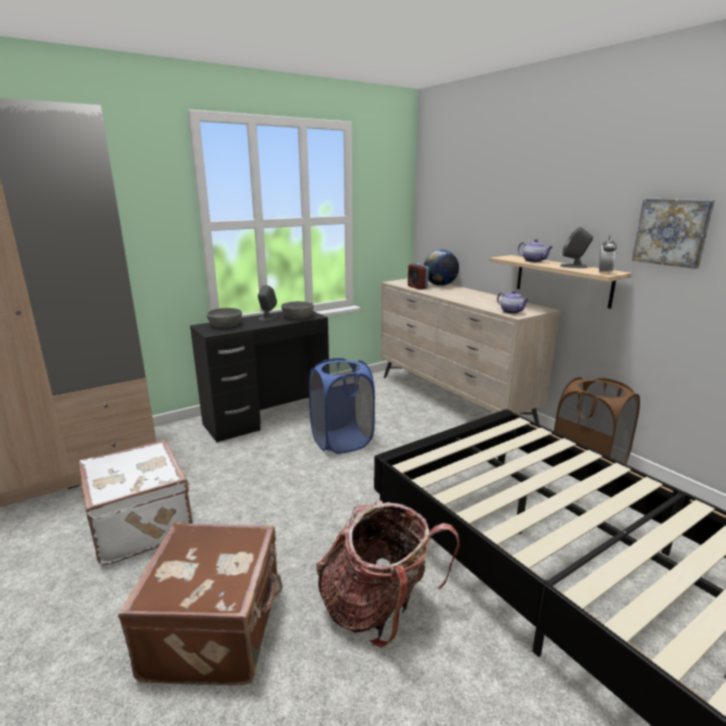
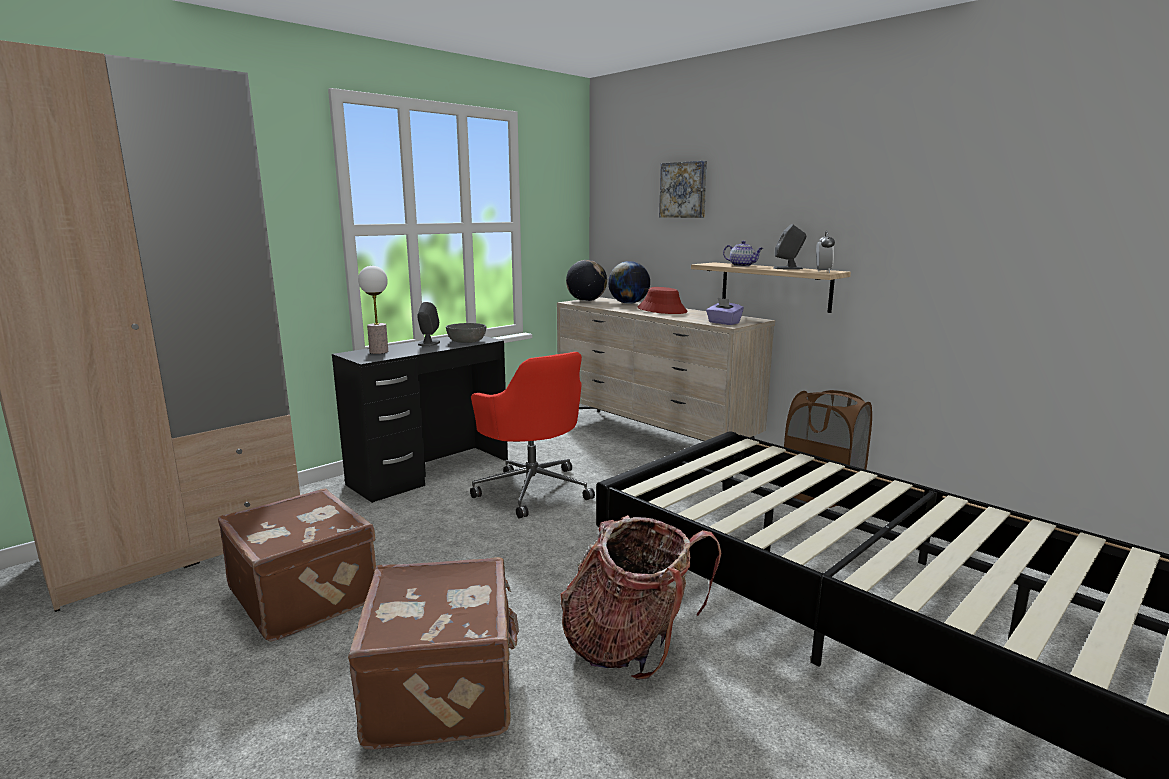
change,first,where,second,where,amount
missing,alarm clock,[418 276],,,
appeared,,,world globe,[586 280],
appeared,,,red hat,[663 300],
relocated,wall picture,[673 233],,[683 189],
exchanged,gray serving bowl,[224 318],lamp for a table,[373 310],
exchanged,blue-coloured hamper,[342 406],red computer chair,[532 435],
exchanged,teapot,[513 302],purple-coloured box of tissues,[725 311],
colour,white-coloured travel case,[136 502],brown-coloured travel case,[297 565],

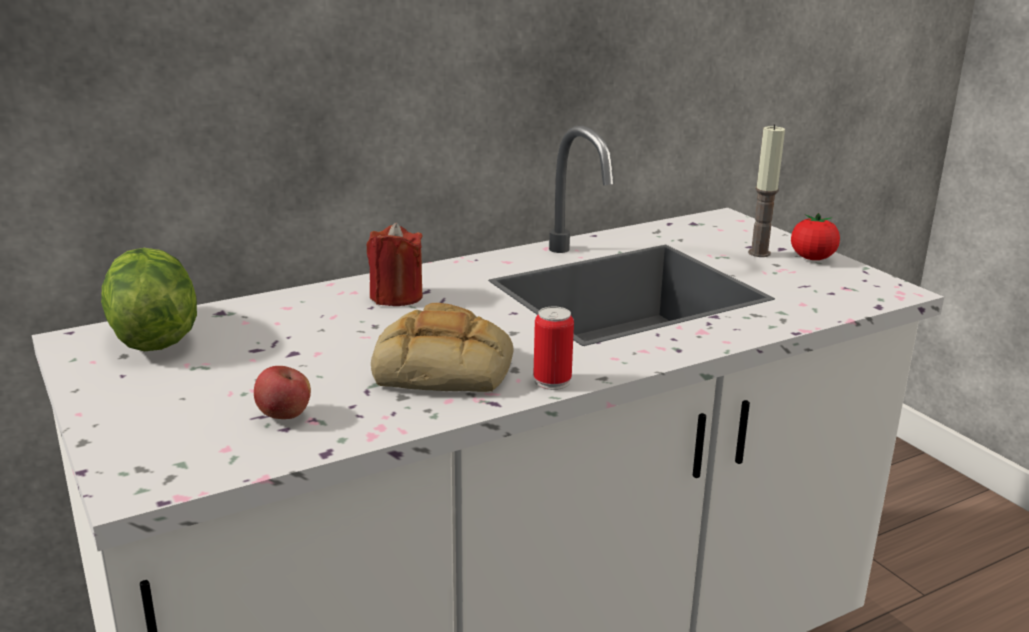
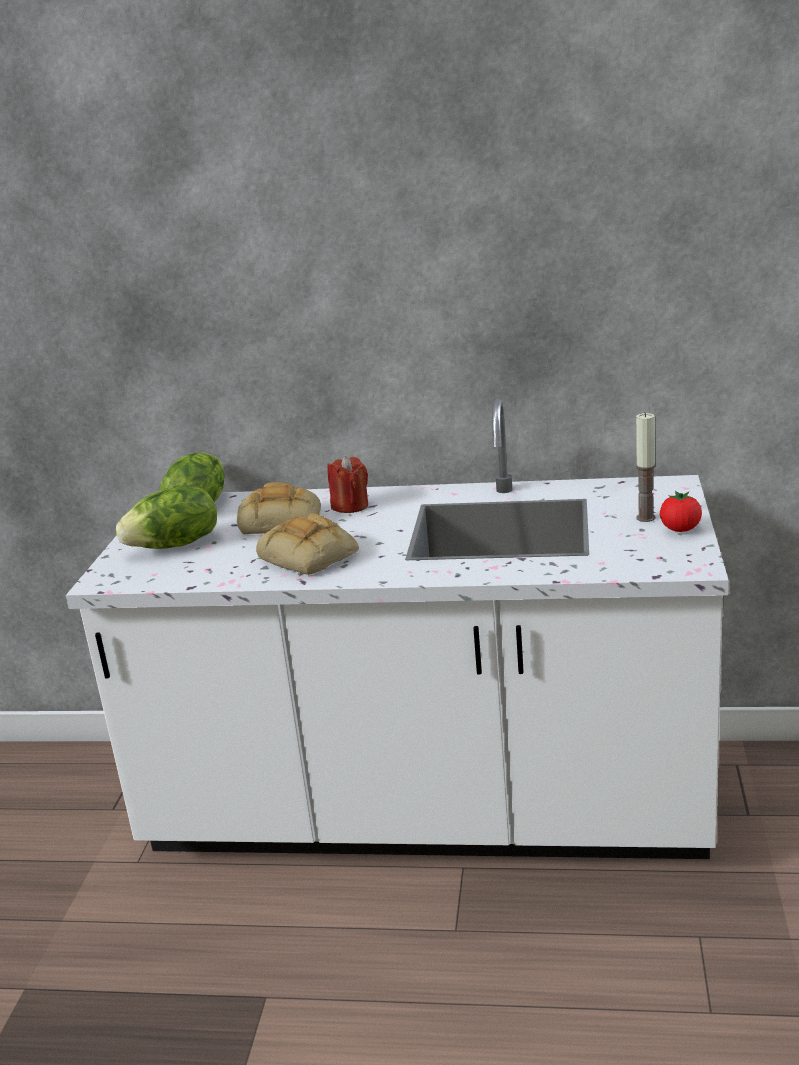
change,first,where,second,where,amount
missing,apple fruit,[282 392],,,
missing,metal can,[553 348],,,
appeared,,,lettuce,[166 517],
appeared,,,baked bread,[279 508],

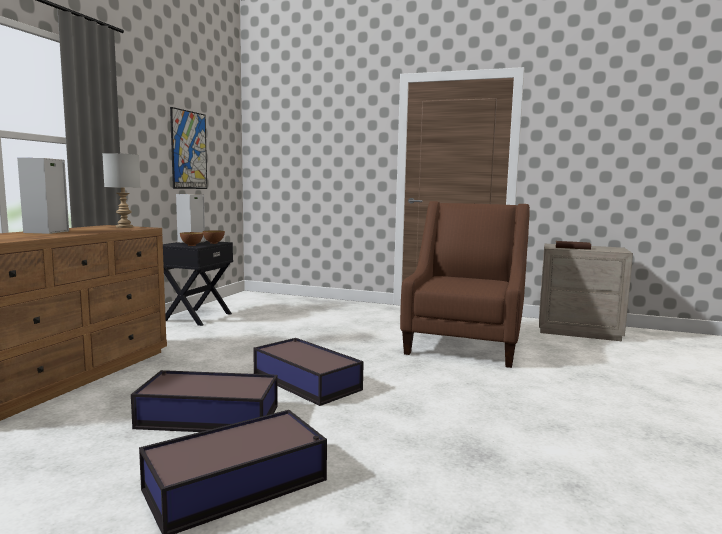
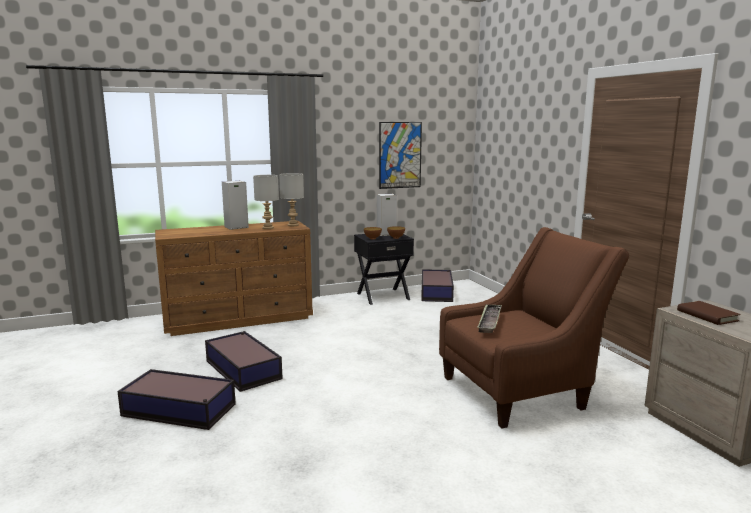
change,first,where,second,where,amount
appeared,,,gray lamp for a table,[266 202],
appeared,,,serving tray,[489 319],
relocated,storage box,[308 372],,[437 285],

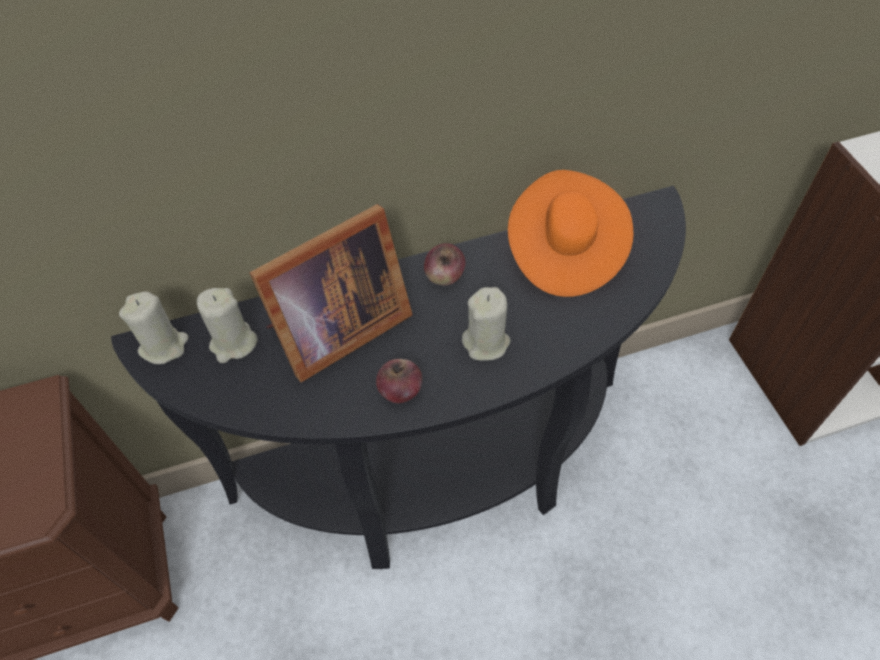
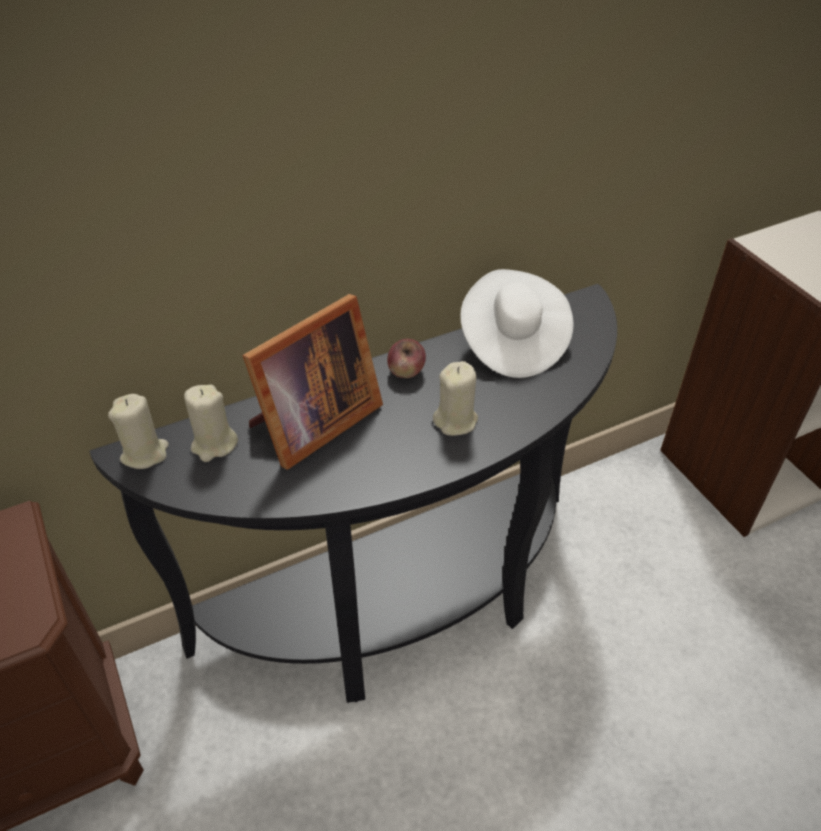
change,first,where,second,where,amount
missing,apple fruit,[399 381],,,
colour,orange-coloured hat,[570 233],white-coloured hat,[517 323],

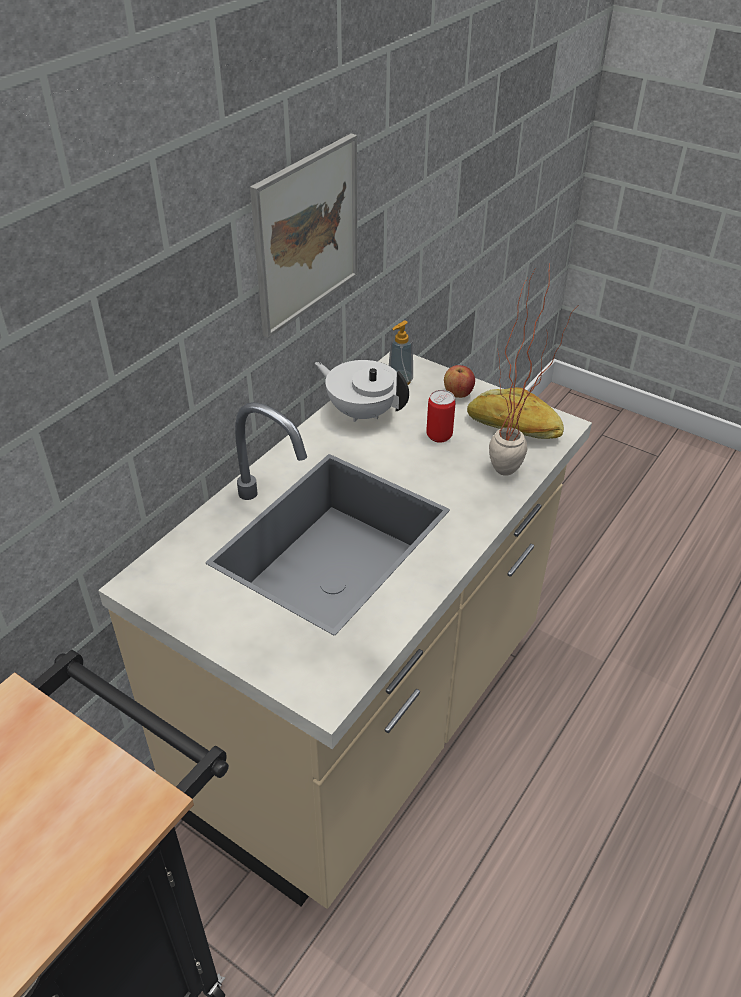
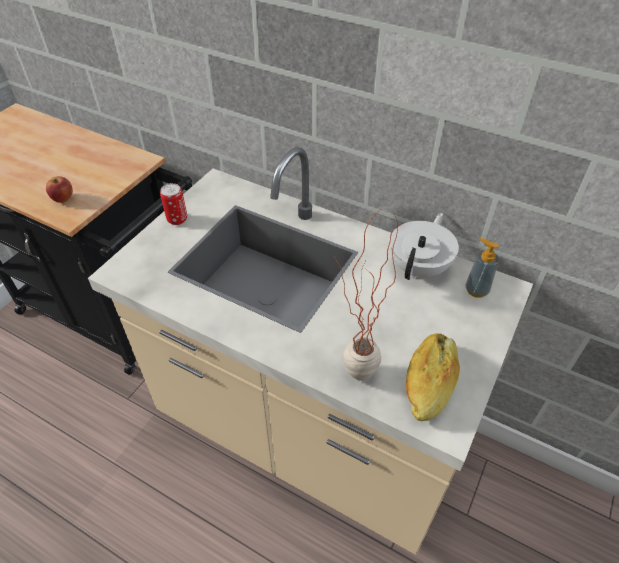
change,first,where,second,where,amount
missing,wall picture,[303 235],,,
relocated,metal can,[441 416],,[173 204],
relocated,apple fruit,[459 381],,[59 189],

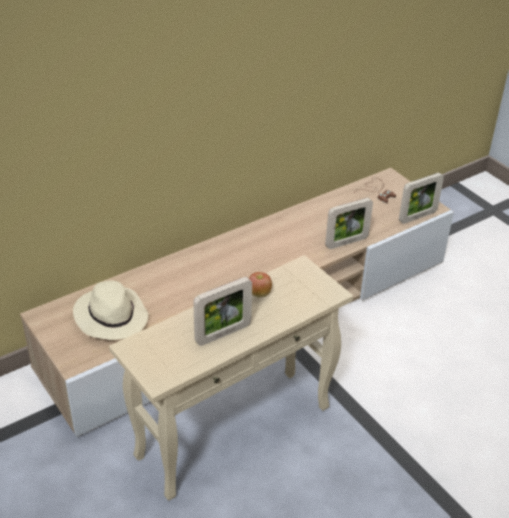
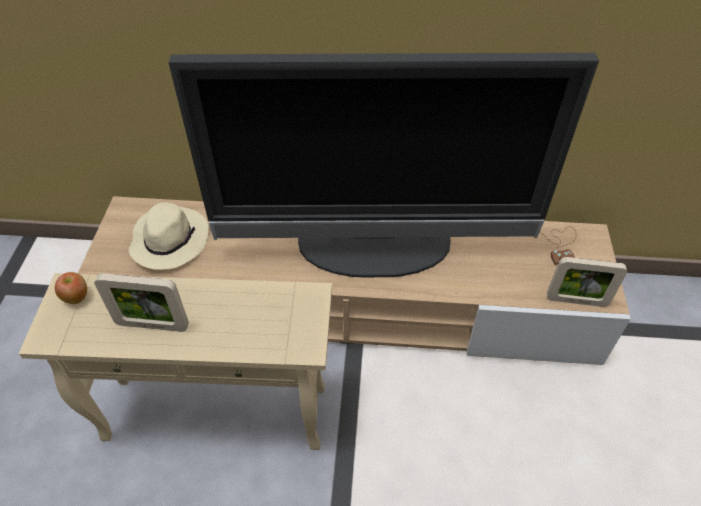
change,first,where,second,where,amount
missing,standing frame,[349 223],,,
appeared,,,television,[383 165],
relocated,apple fruit,[260 284],,[71 288],

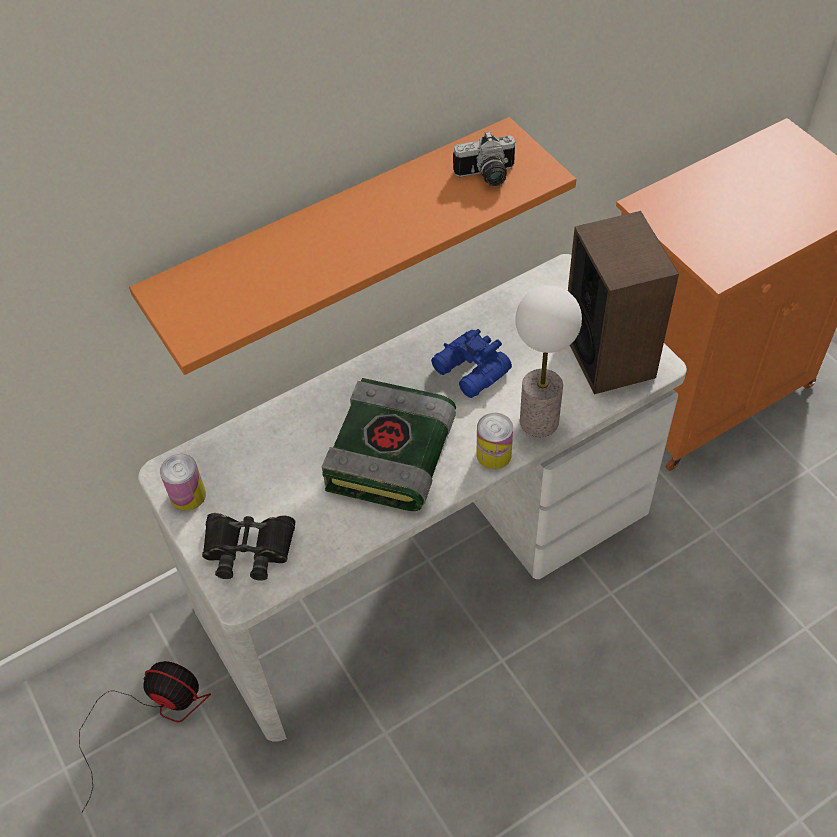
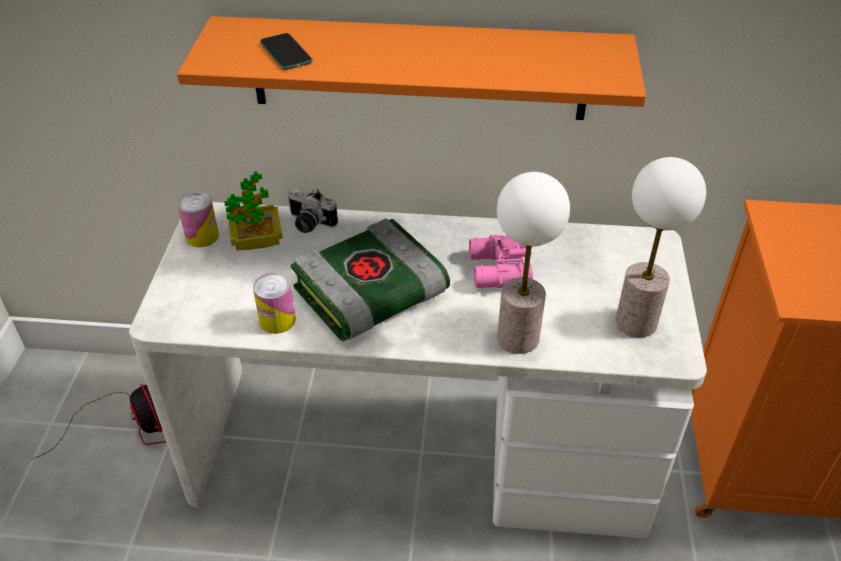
change,first,where,second,where,amount
missing,black pair of binoculars,[248 547],,,
appeared,,,houseplant,[253 211],
appeared,,,phone,[286 51],
relocated,still camera,[484 158],,[313 210],
relocated,metal can,[494 441],,[274 303],
exchanged,audio speaker,[623 302],lamp for a table,[661 247],
colour,blue-coloured pair of binoculars,[471 363],pink-coloured pair of binoculars,[501 262],

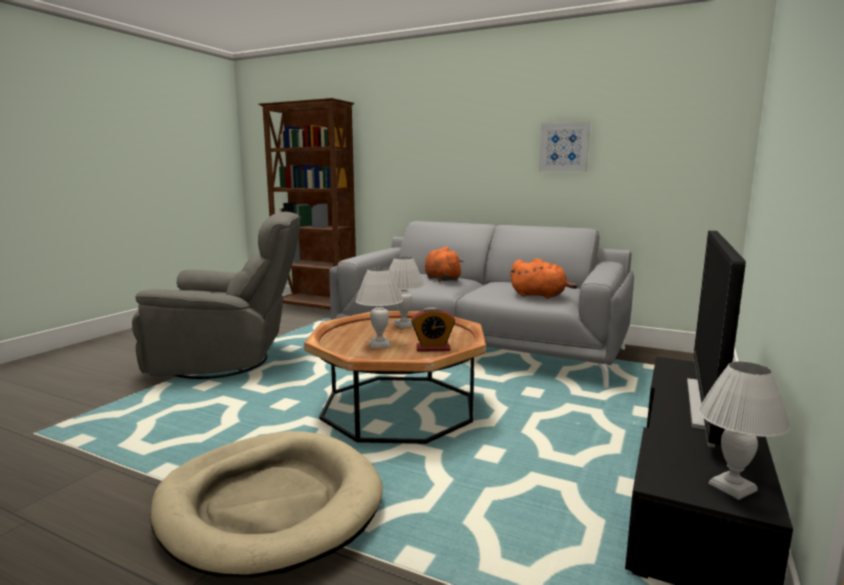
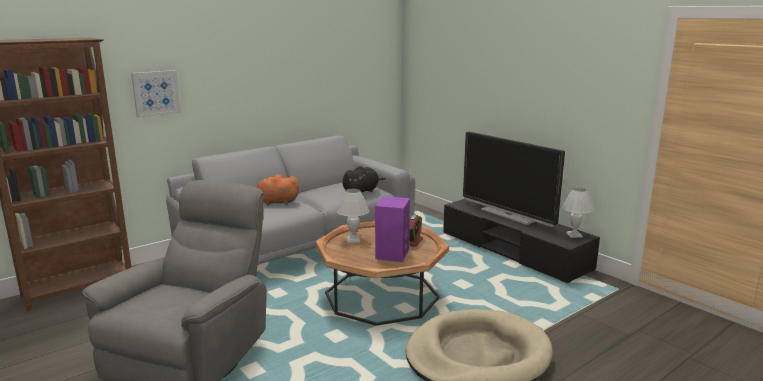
change,first,where,second,where,amount
relocated,wall picture,[564 147],,[156 94],
exchanged,white-coloured lamp for a table,[379 307],purple-coloured audio speaker,[392 229],
colour,orange-coloured cuddly toy,[543 278],black cuddly toy,[364 179],

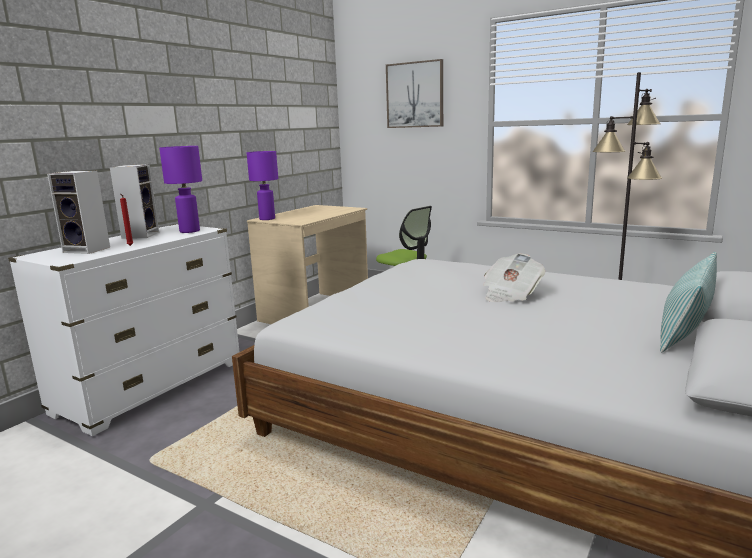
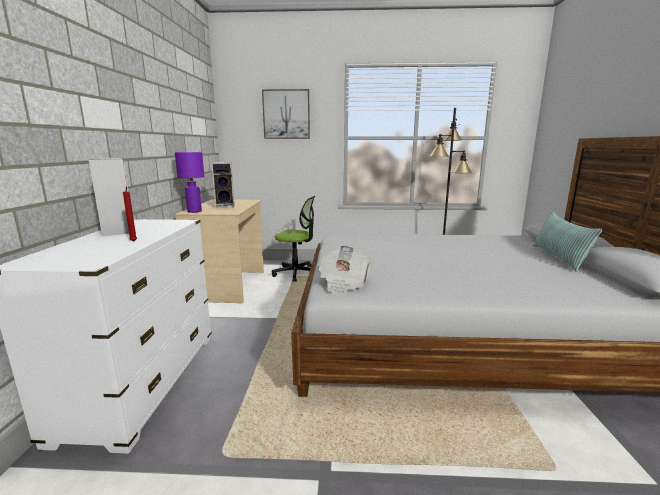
change,first,where,second,where,amount
missing,purple-coloured lamp for a table,[180 189],,,
relocated,audio speaker,[78 212],,[223 185],
relocated,daily paper,[514 277],,[344 269],

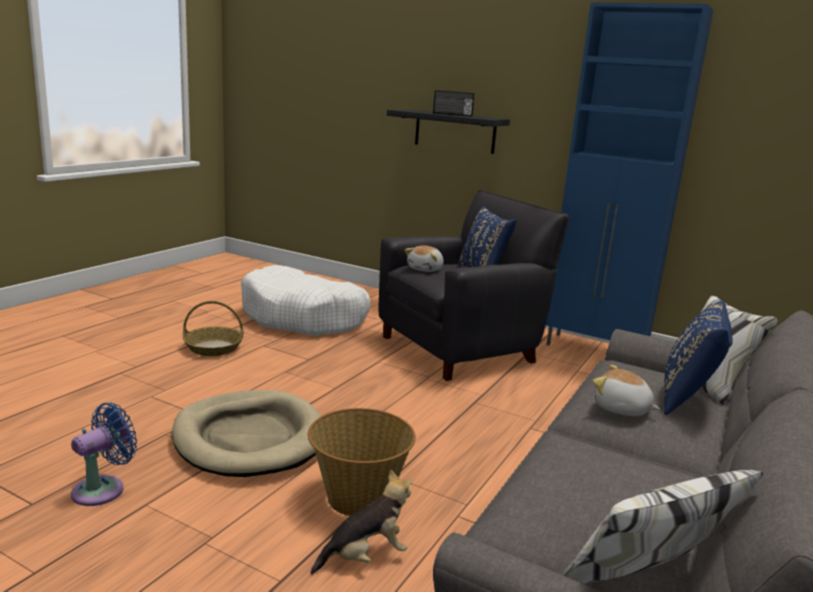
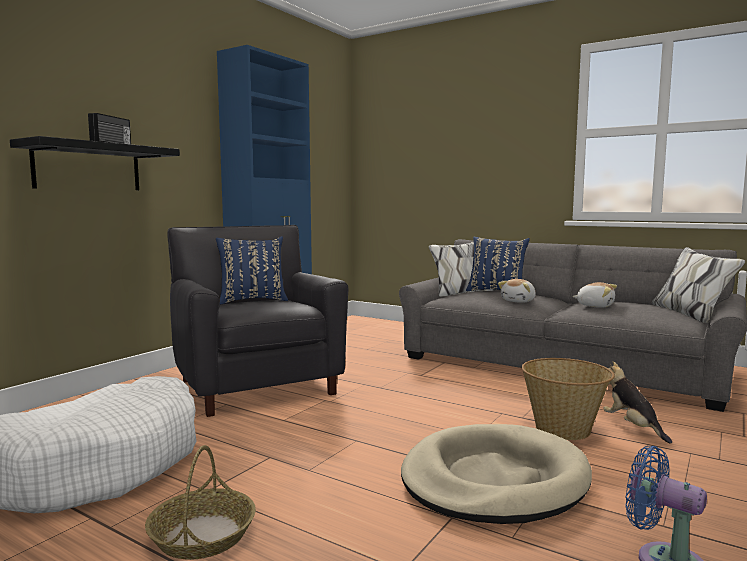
change,first,where,second,where,amount
relocated,cuddly toy,[424 258],,[595 295],

